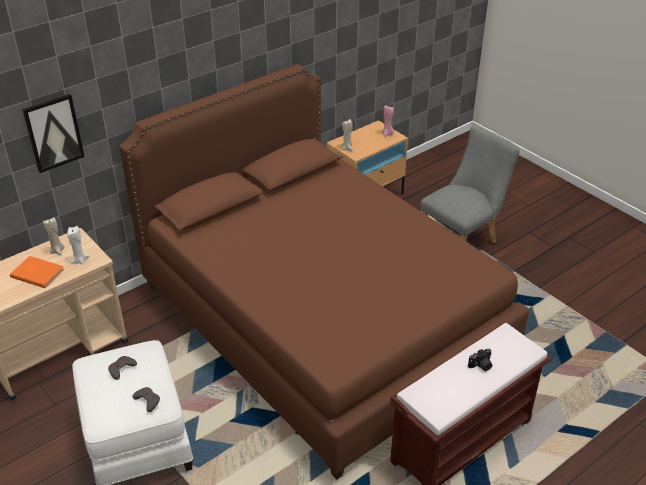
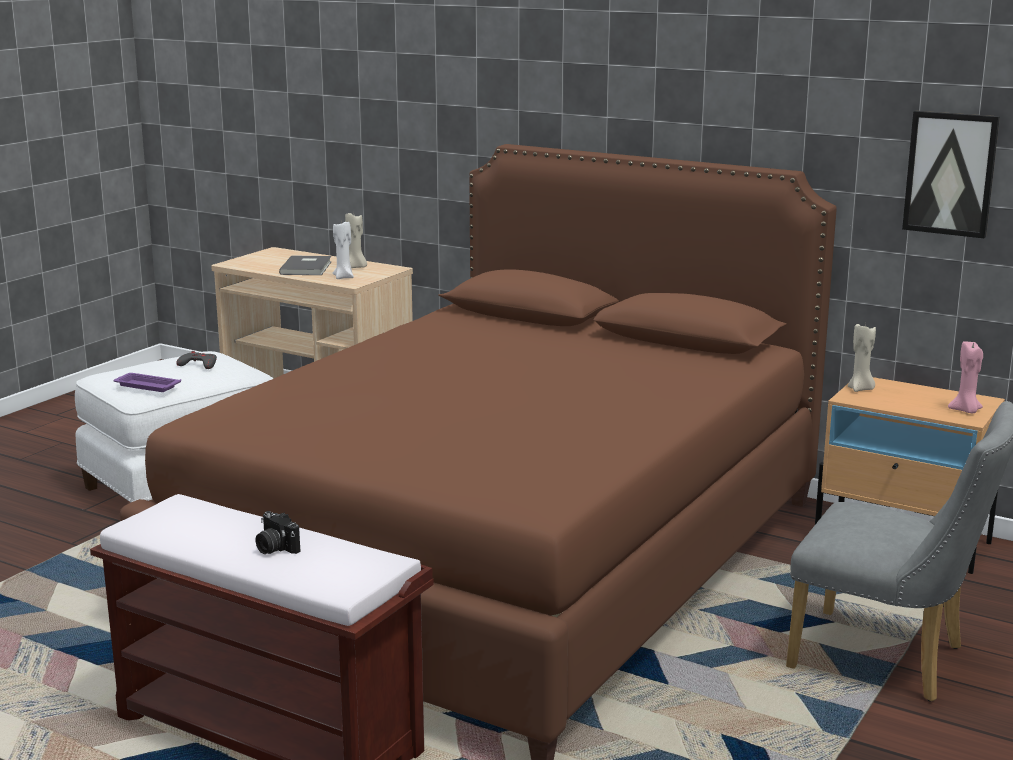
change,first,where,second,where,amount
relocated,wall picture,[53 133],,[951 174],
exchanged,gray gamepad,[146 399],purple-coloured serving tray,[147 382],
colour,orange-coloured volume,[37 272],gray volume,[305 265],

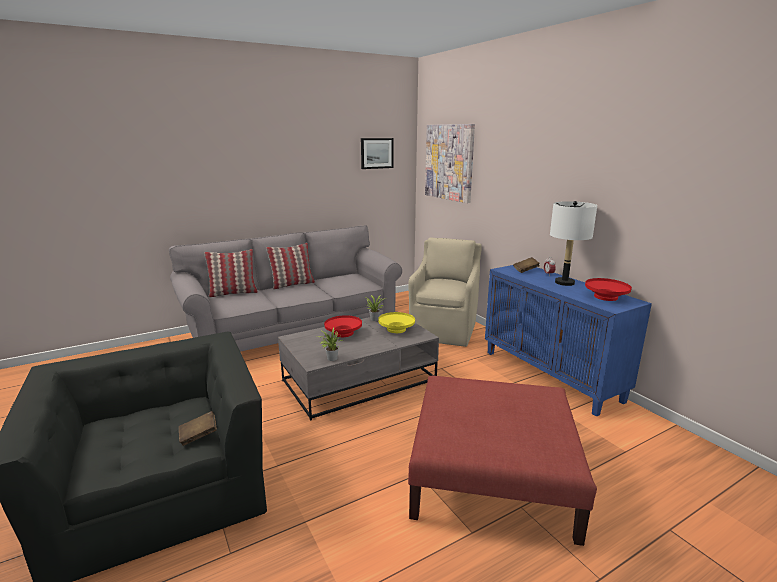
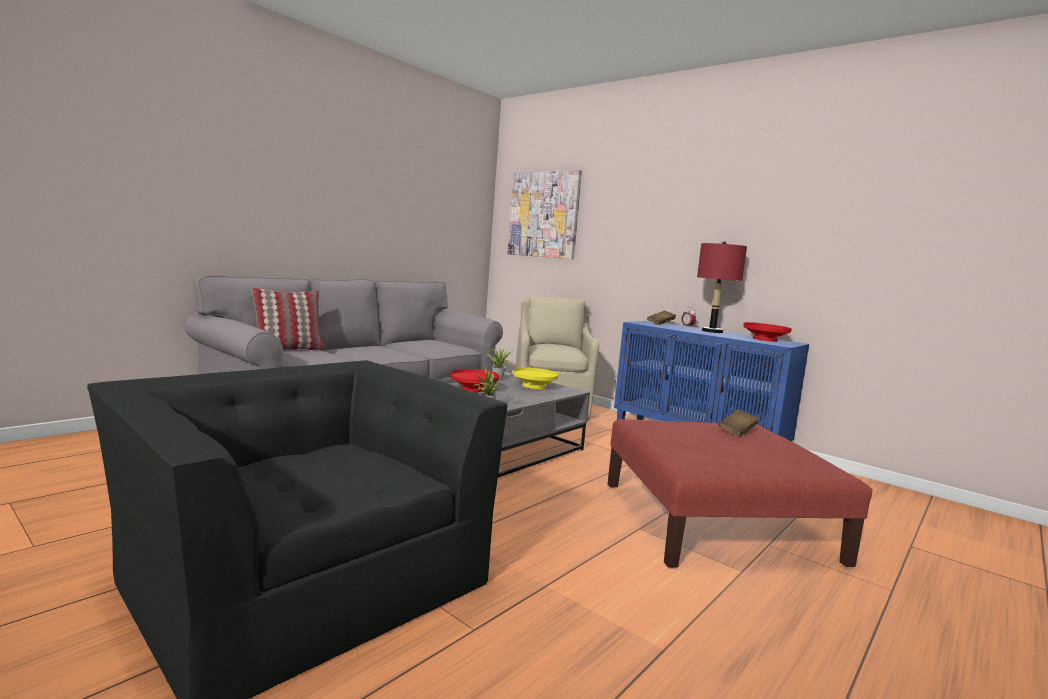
change,first,where,second,where,amount
missing,pillow,[290 266],,,
missing,wall picture,[377 153],,,
relocated,brown-coloured volume,[198 428],,[739 422],
colour,white-coloured lamp for a table,[573 243],red lamp for a table,[722 287],

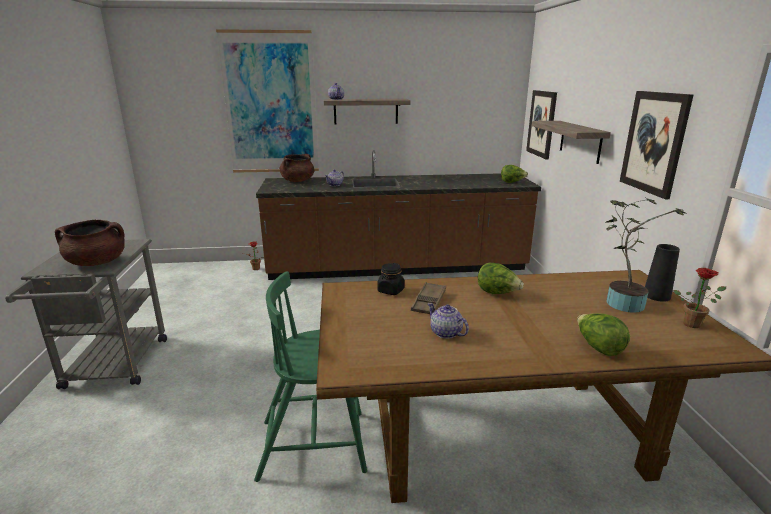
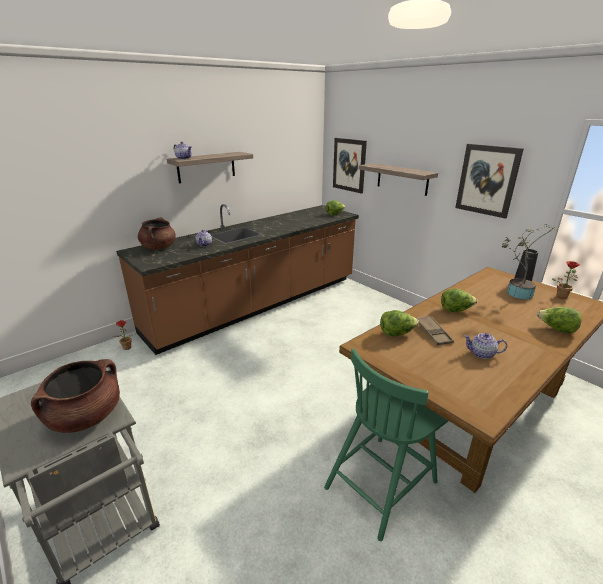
change,first,where,second,where,amount
missing,wall picture,[267 101],,,
exchanged,black preserve jar,[391 279],lettuce,[399 323],

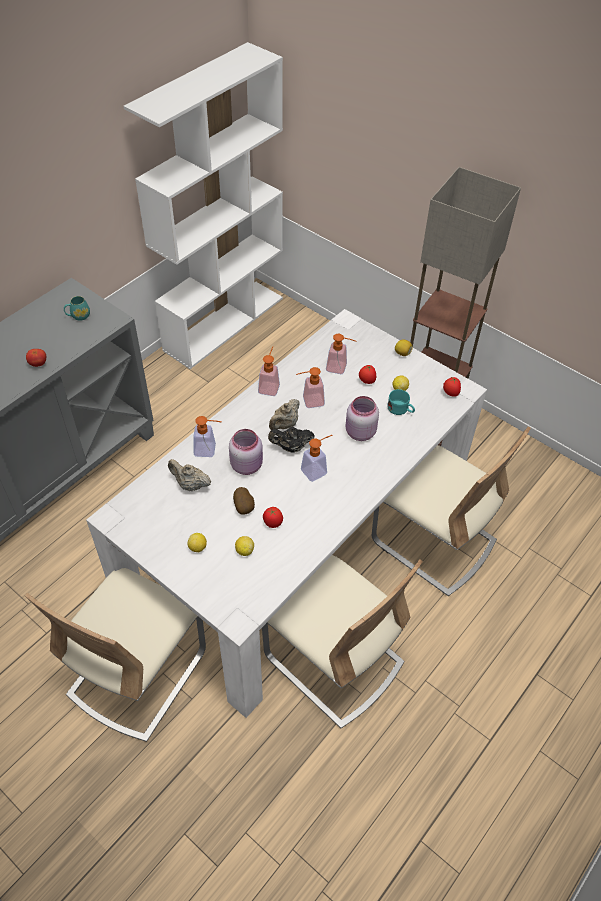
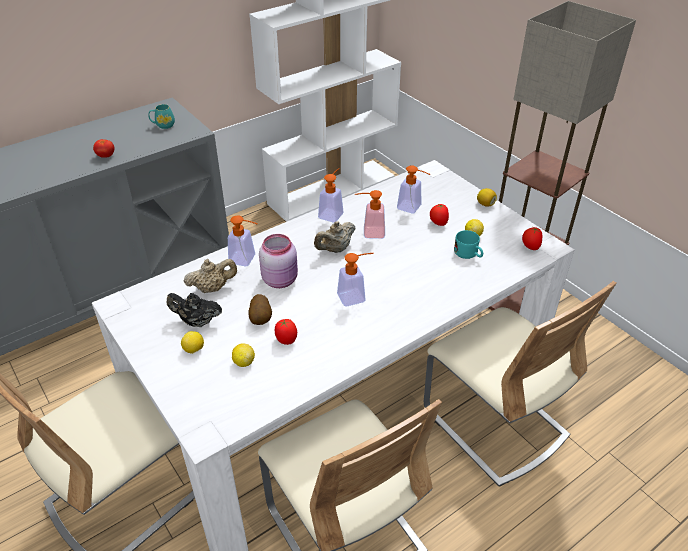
change,first,where,second,where,amount
missing,pink-coloured preserve jar,[362 418],,,
relocated,black teapot,[291 440],,[194 310],
spun,beige-coloured teapot,[189 475],,[210 276],120 degrees clockwise

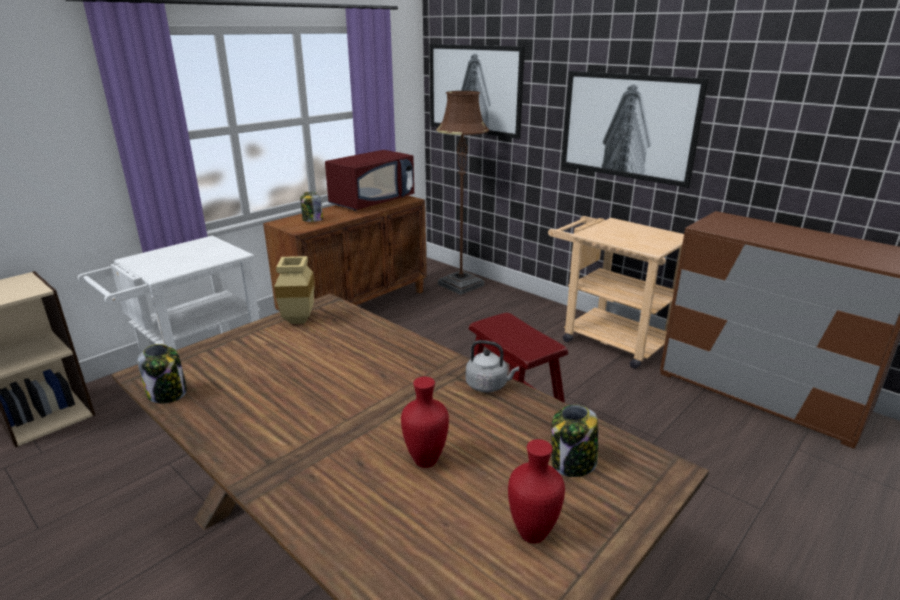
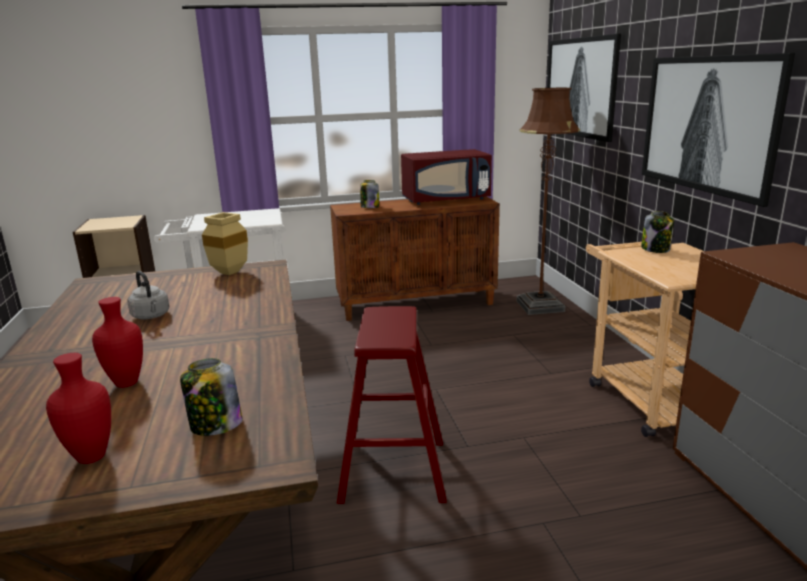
change,first,where,second,where,amount
relocated,preserve jar,[162 374],,[657 232],
relocated,gray tea kettle,[492 366],,[148 295],

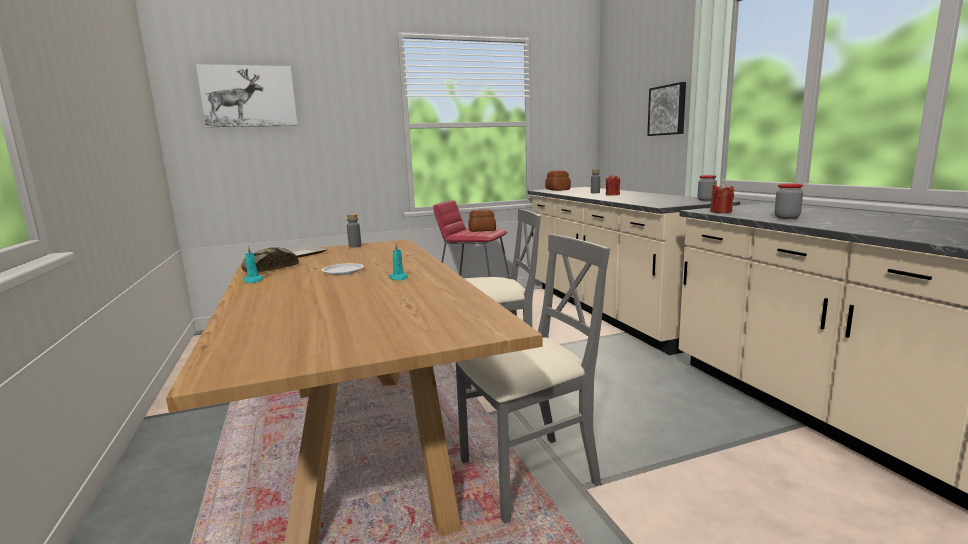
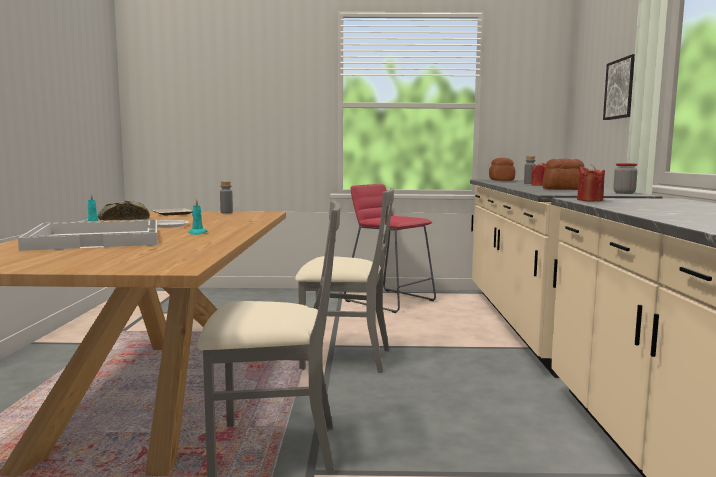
change,first,where,second,where,amount
missing,wall picture,[247 95],,,
missing,preserve jar,[788 201],,,
appeared,,,white-coloured serving tray,[87 235],
relocated,baked bread,[482 220],,[563 174],

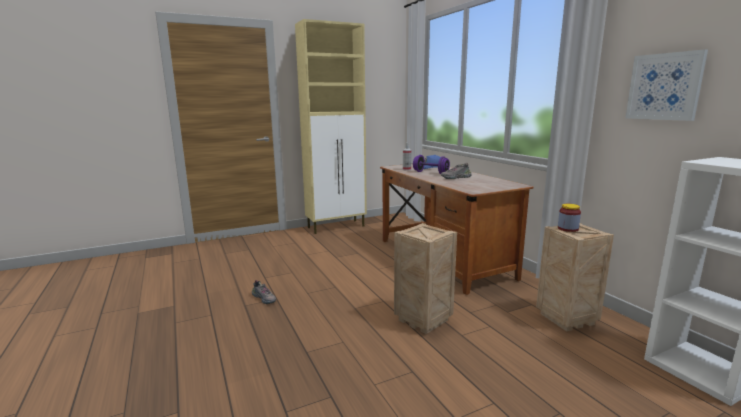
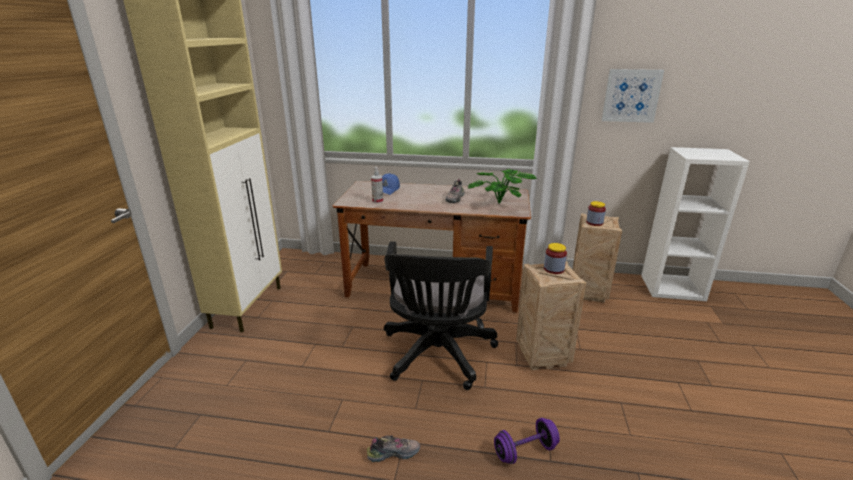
change,first,where,second,where,amount
appeared,,,black computer chair,[441 315],
appeared,,,houseplant,[502 186],
appeared,,,preserve jar,[555 258],
relocated,purple-coloured free weight,[431 164],,[527 441],

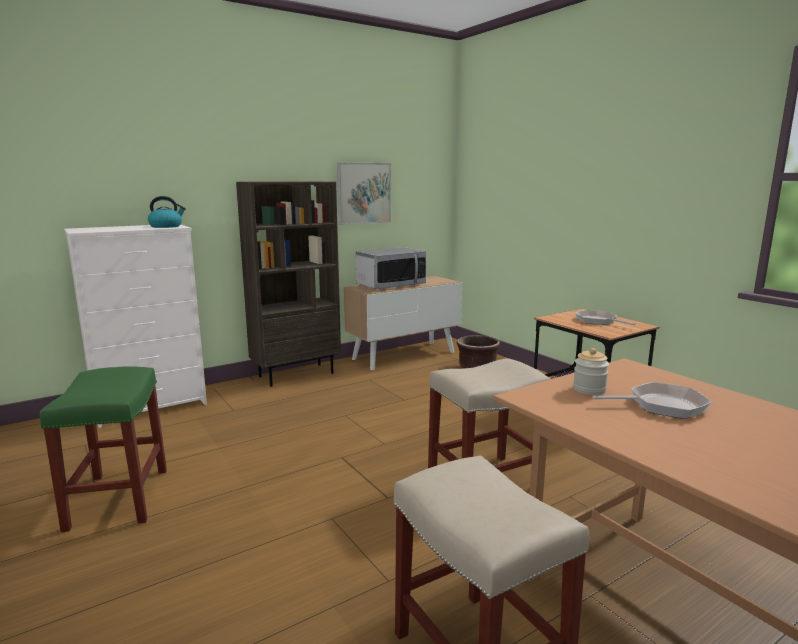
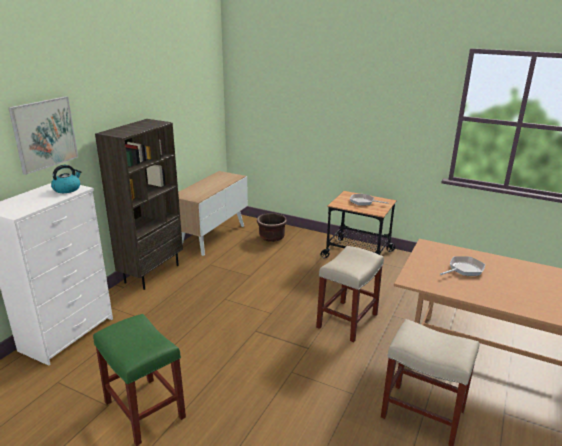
change,first,where,second,where,amount
missing,microwave,[391 268],,,
missing,preserve jar,[591 371],,,
relocated,wall picture,[364 193],,[43 135],

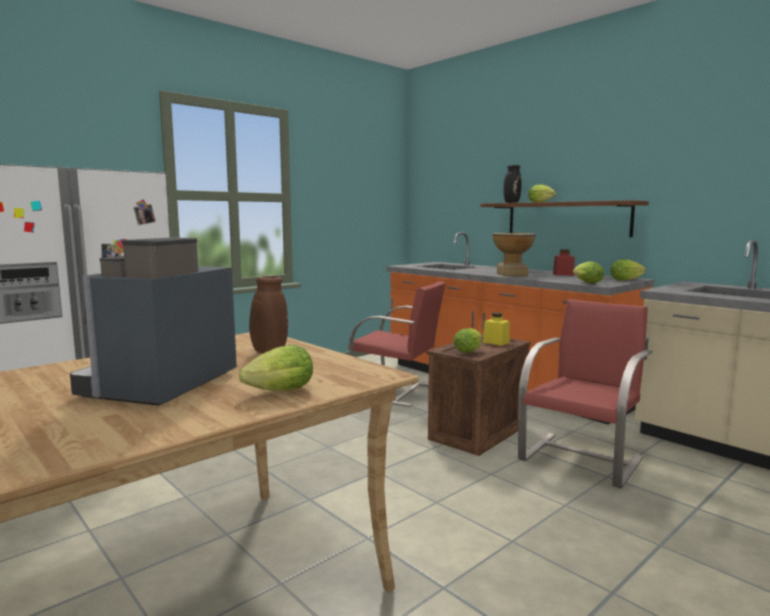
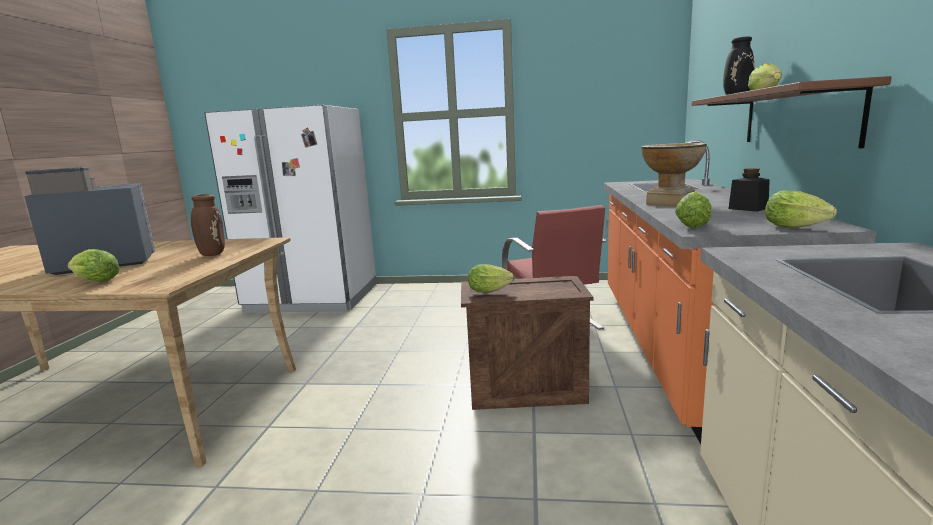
change,first,where,second,where,amount
missing,yellow preserve jar,[496 329],,,
missing,red chair,[585 394],,,
colour,red preserve jar,[564 262],black preserve jar,[749 190],

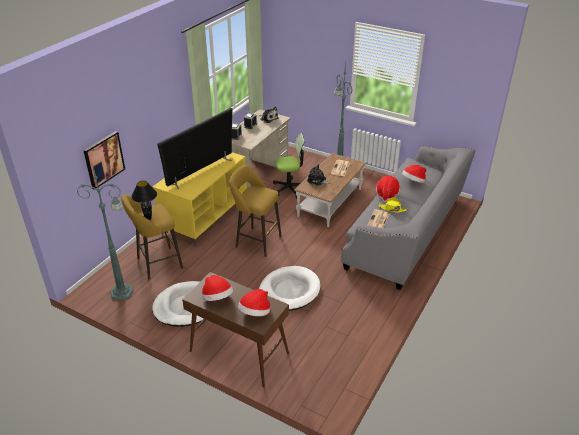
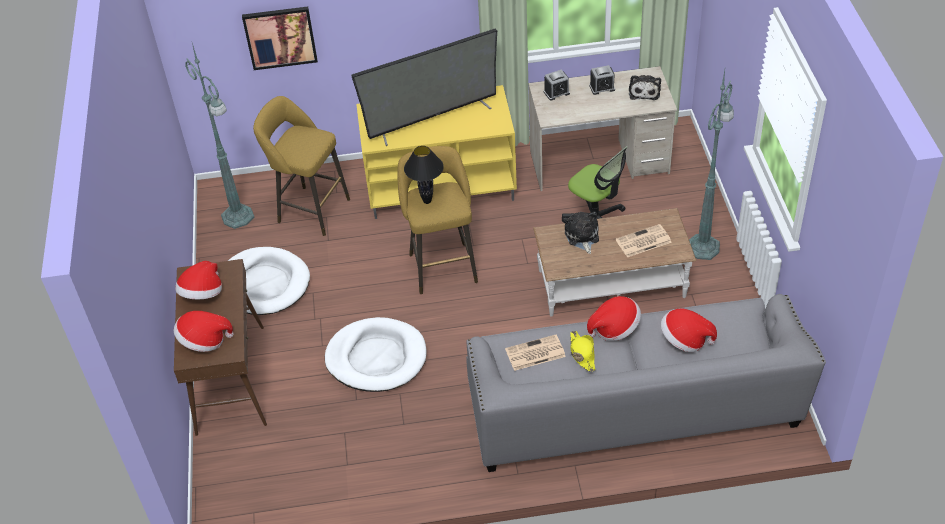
change,first,where,second,where,amount
relocated,black lamp for a table,[144 200],,[424 175],
spun,television,[194 148],,[424 87],150 degrees clockwise

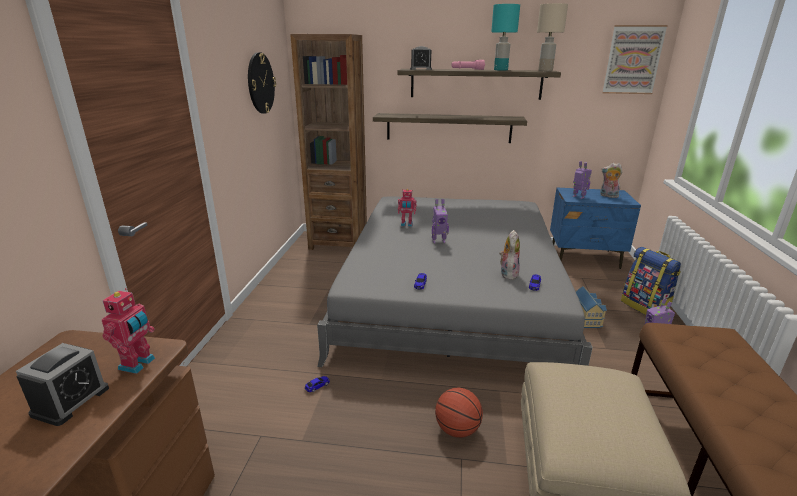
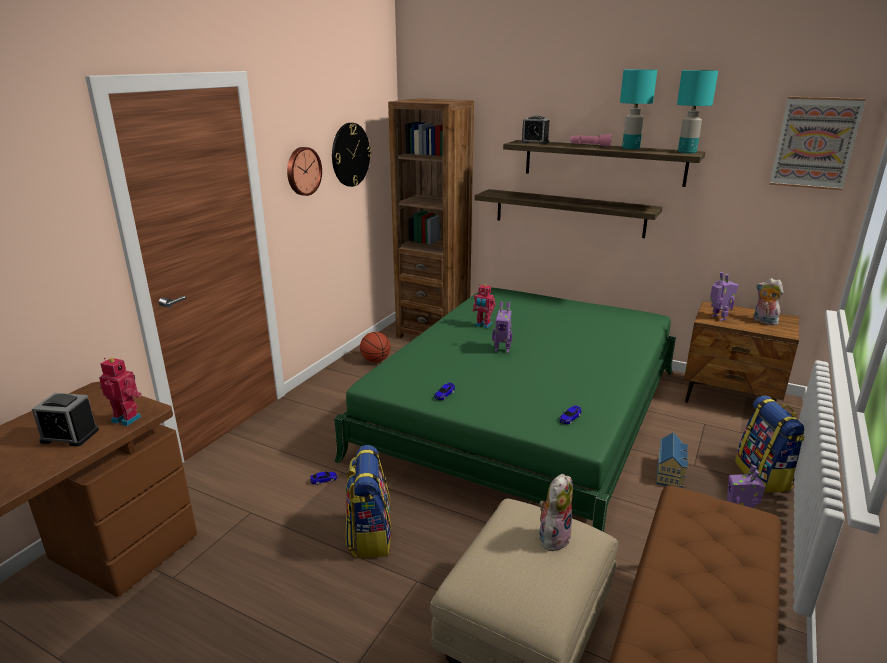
change,first,where,second,where,amount
appeared,,,wall clock,[304 171],
appeared,,,rucksack,[368 501],
relocated,basketball ball,[459 413],,[375 347],
relocated,cuddly toy,[509 255],,[556 514],
colour,gray bedroom bed,[455 282],greenish bedroom bed,[505 410],
colour,beige-coloured lamp for a table,[552 37],turquoise lamp for a table,[697 111],
colour,blue-coloured nightstand,[595 228],brown-coloured nightstand,[741 352],
spun,alarm clock,[62 384],,[65 419],60 degrees clockwise
spun,model robot,[128 331],,[120 392],105 degrees counterclockwise

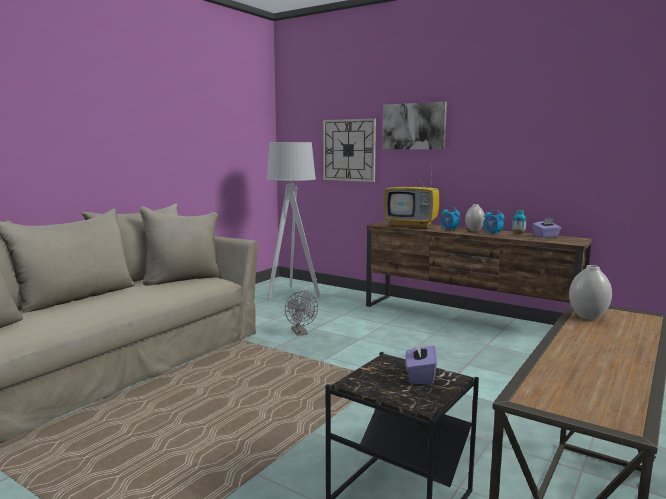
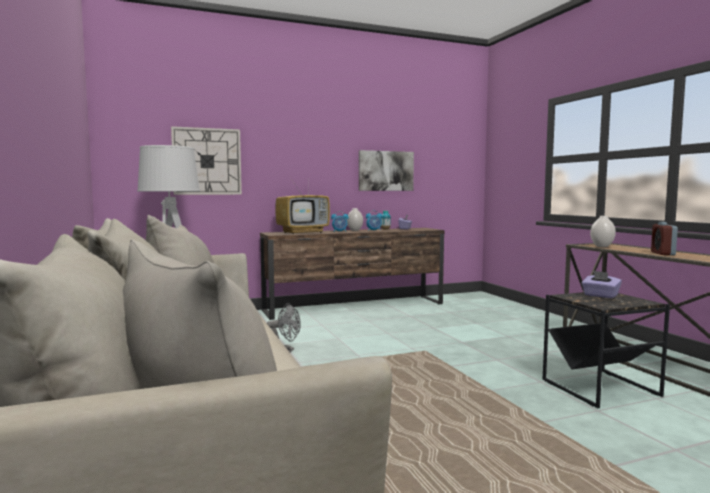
change,first,where,second,where,amount
appeared,,,alarm clock,[664 238],
relocated,wall picture,[414 125],,[386 170],

